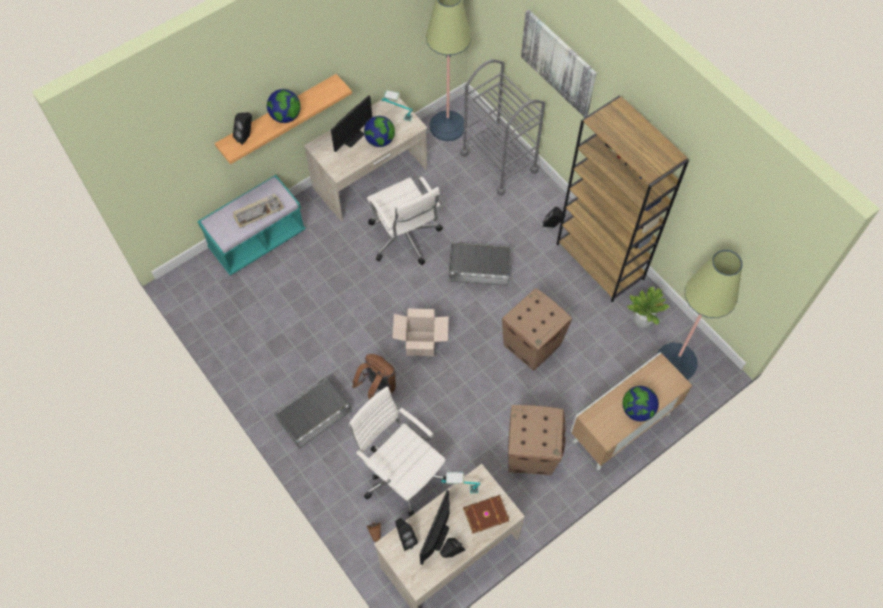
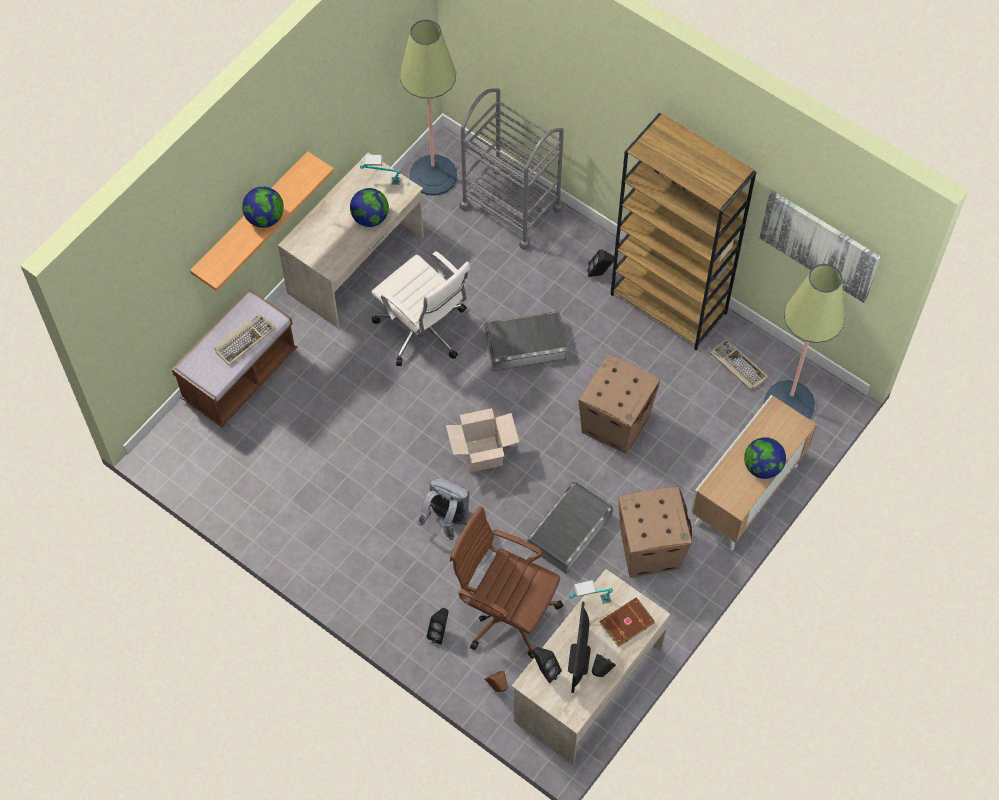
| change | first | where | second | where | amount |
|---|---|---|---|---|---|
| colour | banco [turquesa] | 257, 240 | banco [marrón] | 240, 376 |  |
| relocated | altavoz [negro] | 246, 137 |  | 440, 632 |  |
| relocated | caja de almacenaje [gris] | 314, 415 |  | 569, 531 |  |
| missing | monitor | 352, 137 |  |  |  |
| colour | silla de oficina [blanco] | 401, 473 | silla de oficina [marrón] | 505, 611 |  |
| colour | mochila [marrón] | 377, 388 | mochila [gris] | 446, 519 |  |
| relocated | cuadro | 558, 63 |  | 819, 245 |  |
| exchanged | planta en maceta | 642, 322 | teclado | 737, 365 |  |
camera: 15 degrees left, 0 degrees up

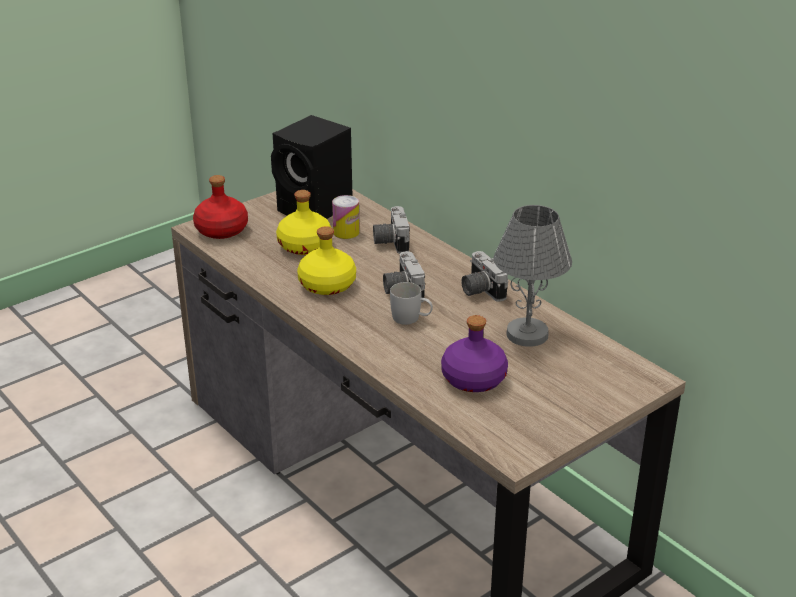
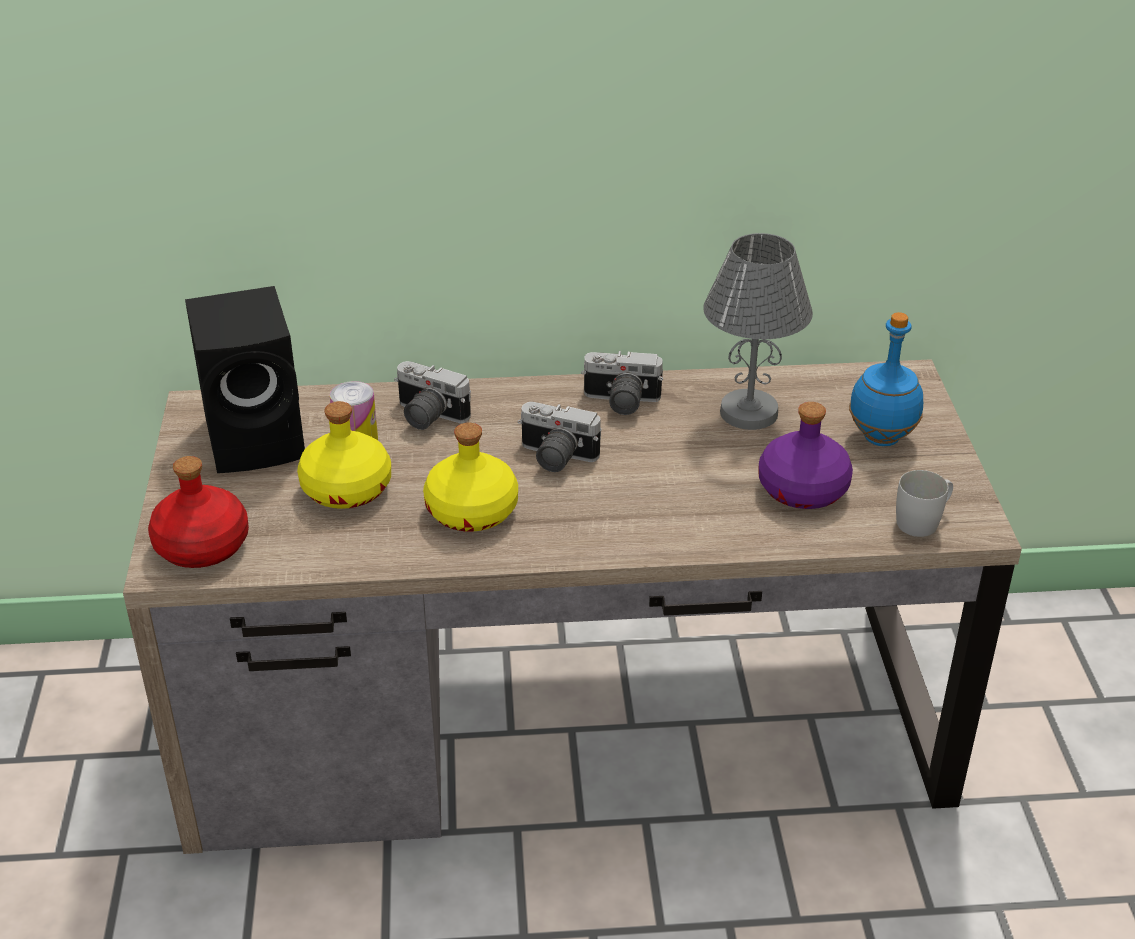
| change | first | where | second | where | amount |
|---|---|---|---|---|---|
| relocated | taza grande [blanco] | 411, 319 |  | 923, 521 |  |
| appeared |  |  | botella [azul] | 880, 437 |  |
camera: 55 degrees left, 5 degrees up

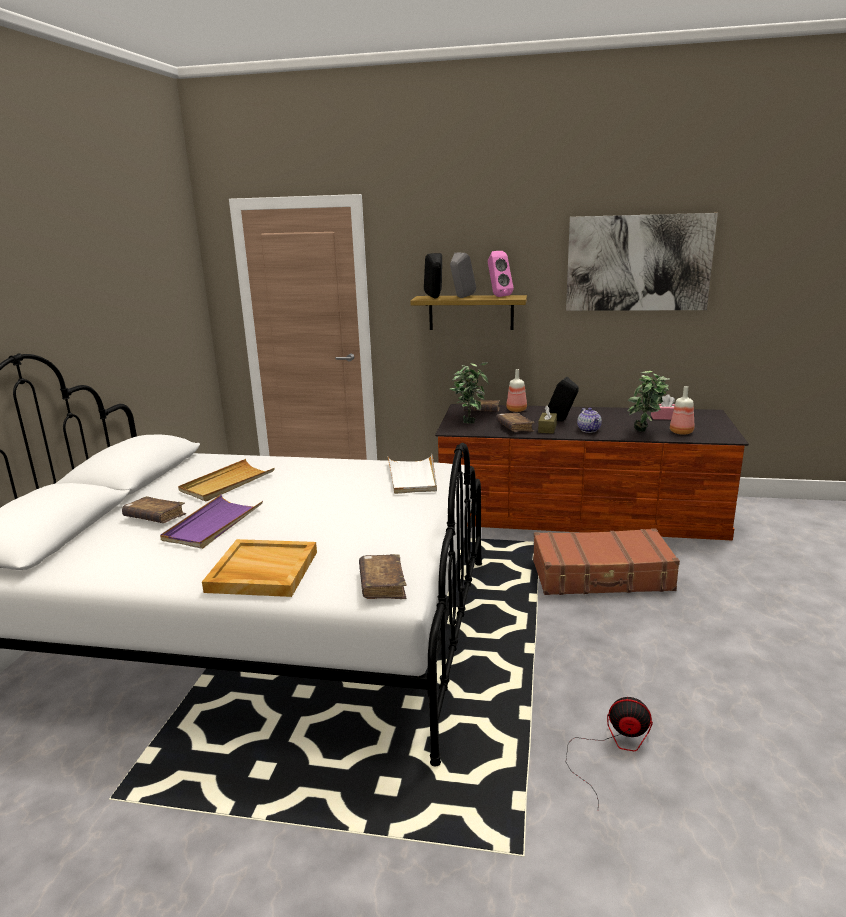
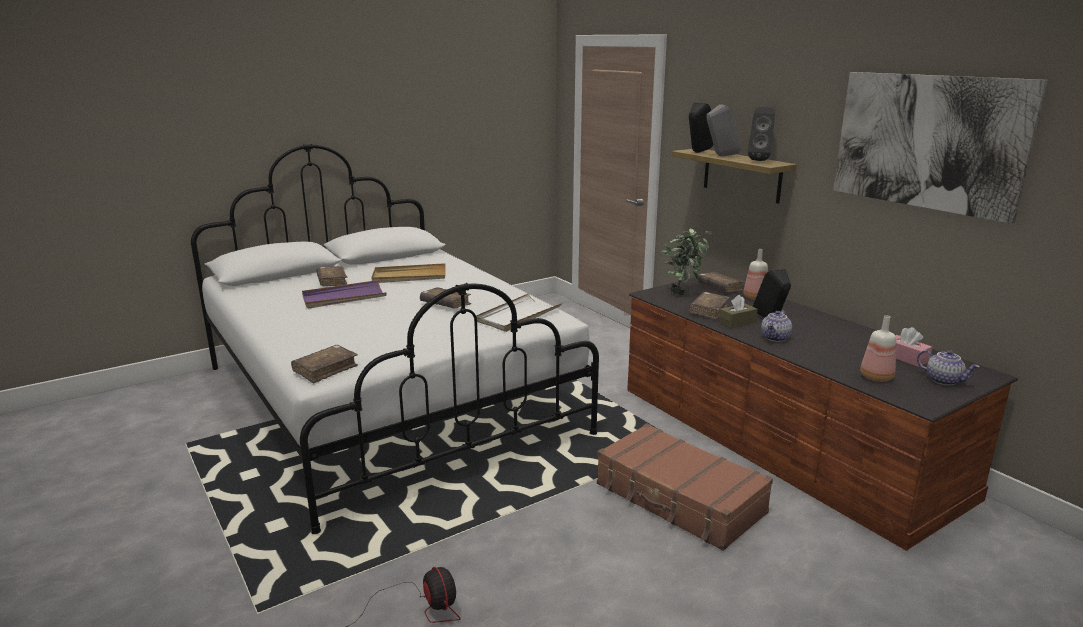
| change | first | where | second | where | amount |
|---|---|---|---|---|---|
| missing | bandeja [beis] | 261, 572 |  |  |  |
| colour | altavoz [rosa] | 498, 296 | altavoz [negro] | 759, 160 |  |
| missing | planta en maceta | 645, 432 |  |  |  |
| appeared |  |  | libro [marrón] | 445, 304 |  |
| appeared |  |  | tetera | 944, 380 |  |
camera: 45 degrees right, 0 degrees up

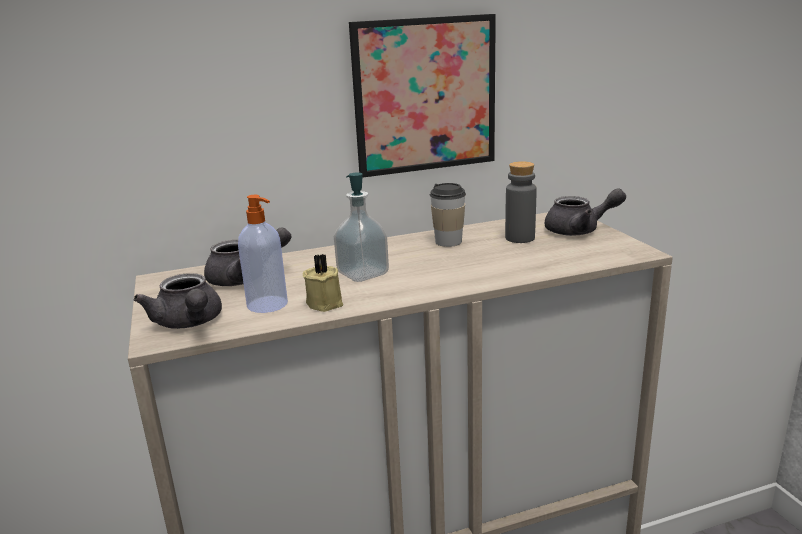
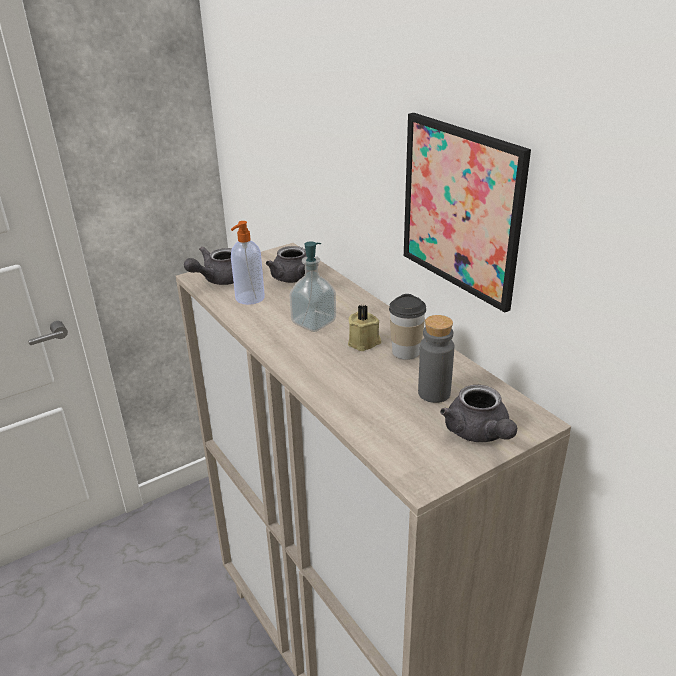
| change | first | where | second | where | amount |
|---|---|---|---|---|---|
| relocated | vela [beis] | 325, 302 |  | 364, 342 |  |
camera: 75 degrees right, 10 degrees up

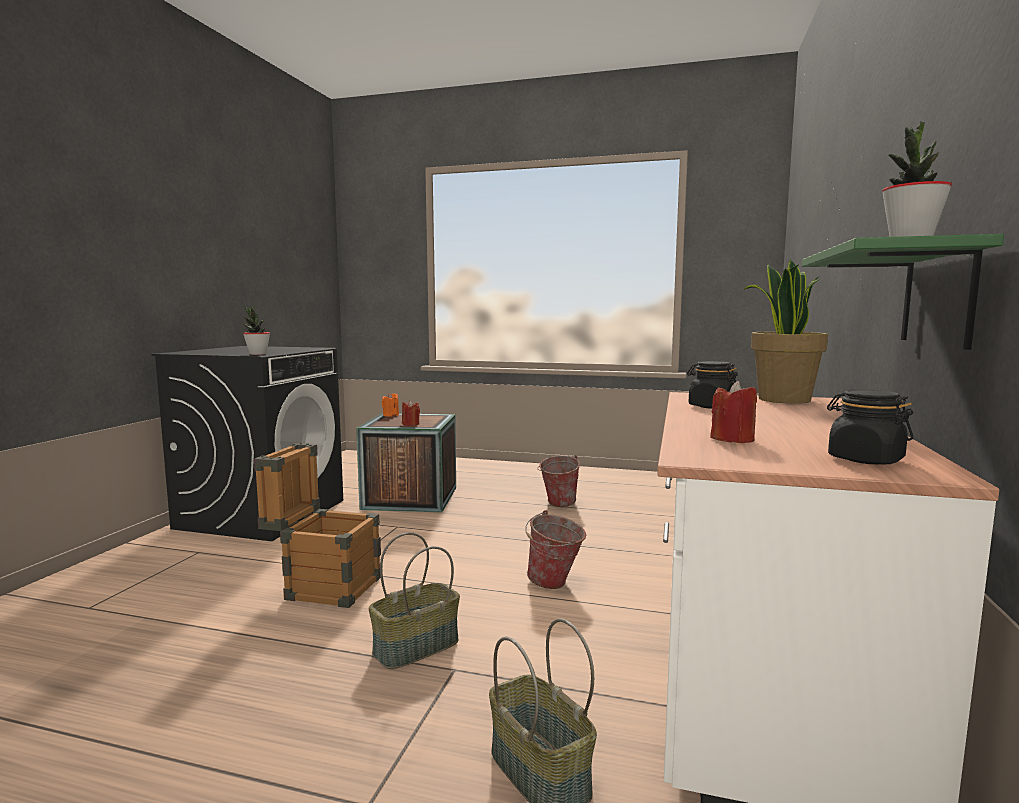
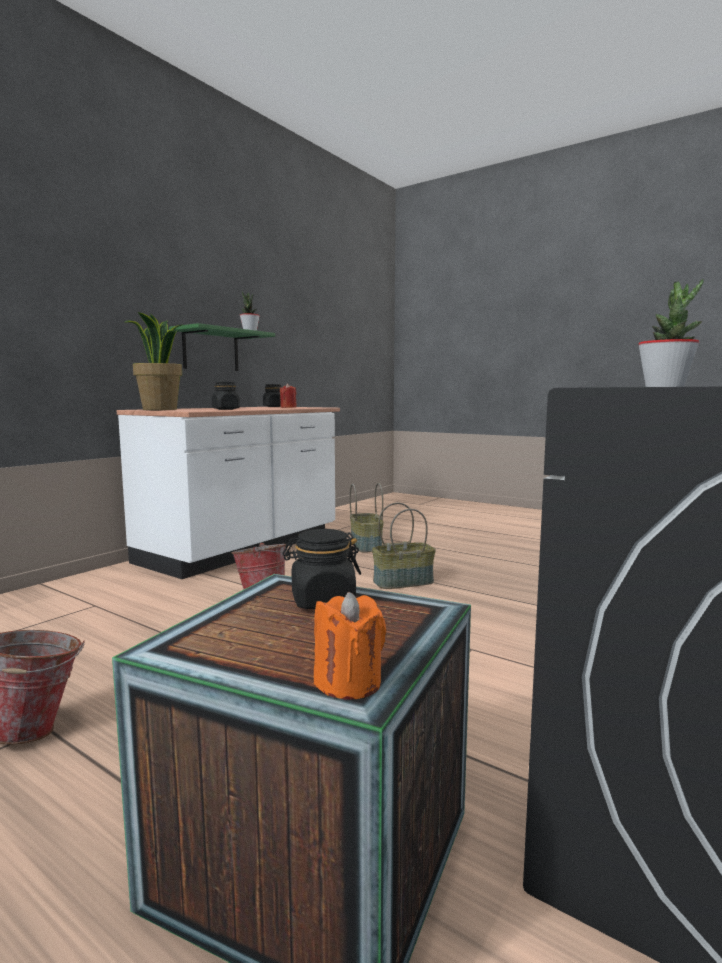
| change | first | where | second | where | amount |
|---|---|---|---|---|---|
| missing | caja de embalaje | 324, 586 |  |  |  |
| exchanged | vela [rojo] | 411, 424 | tarro [negro] | 322, 601 |  |
camera: 160 degrees left, 0 degrees up

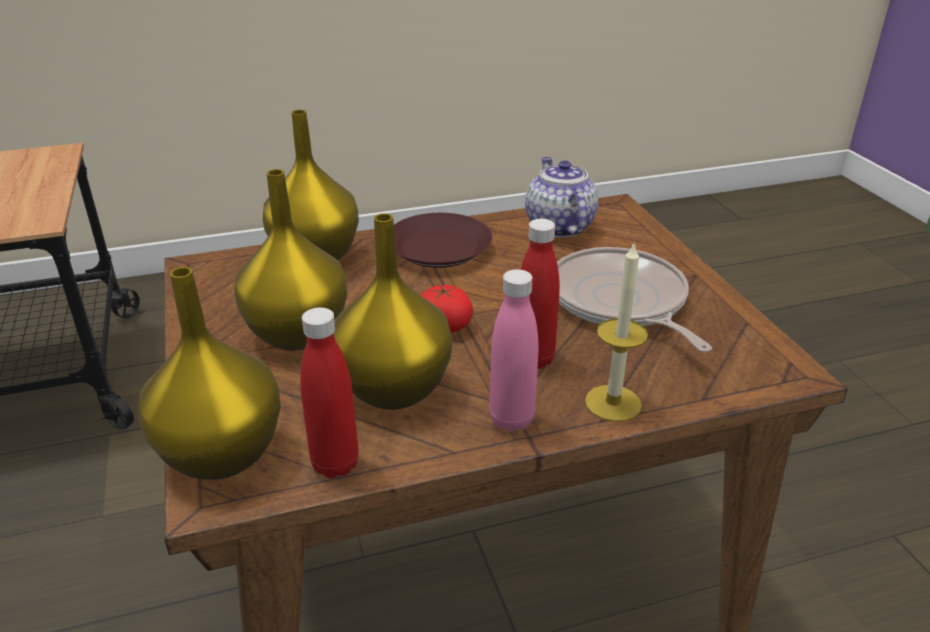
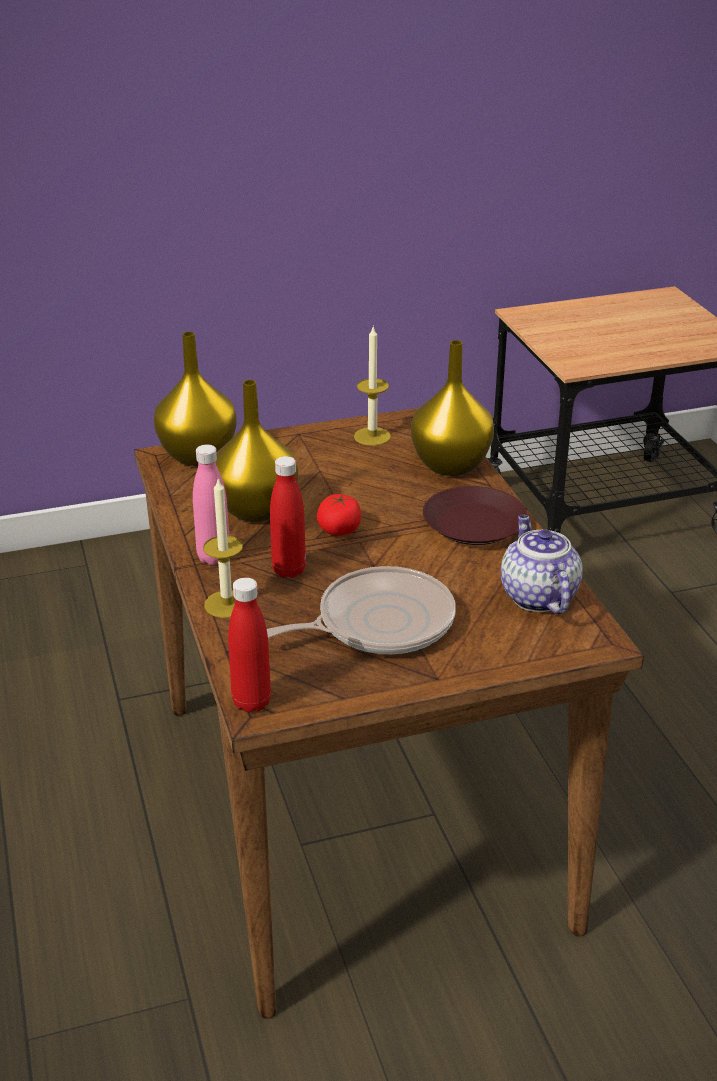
| change | first | where | second | where | amount |
|---|---|---|---|---|---|
| missing | florero [amarillo] | 295, 335 |  |  |  |
| relocated | botella [rojo] | 335, 464 |  | 251, 702 |  |
| spun | tetera | 558, 226 |  | 537, 596 | 90 degrees counterclockwise |
| appeared |  |  | vela | 372, 436 |  |
camera: 90 degrees right, 0 degrees up

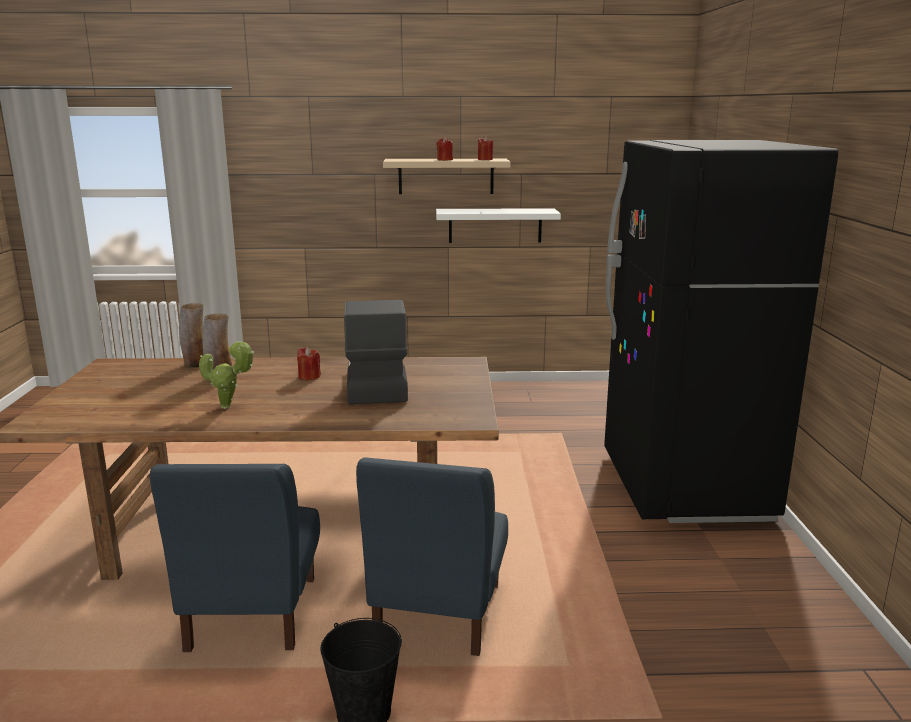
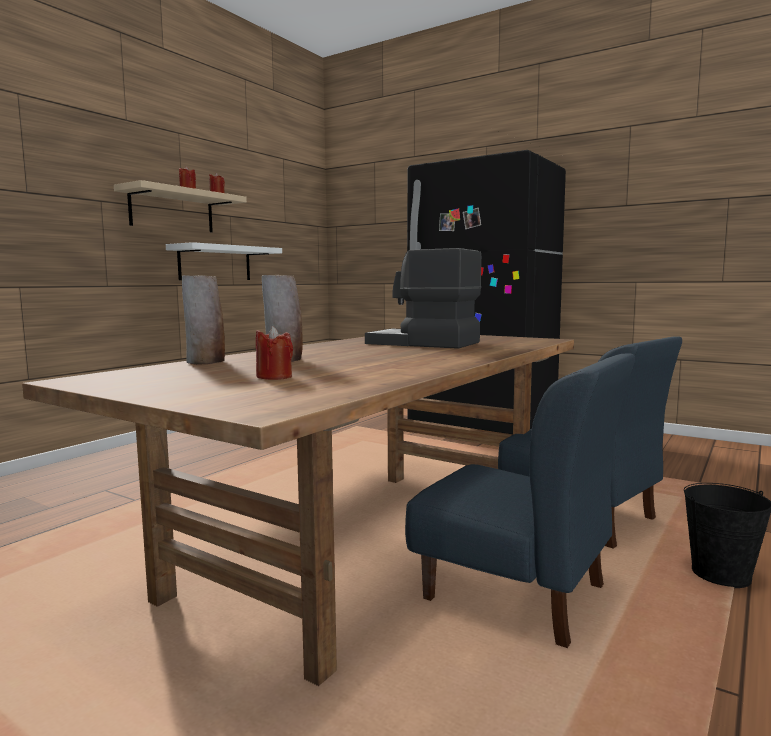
| change | first | where | second | where | amount |
|---|---|---|---|---|---|
| missing | planta en maceta | 229, 406 |  |  |  |
| relocated | vela [rojo] | 309, 377 |  | 274, 377 |  |
camera: 55 degrees left, 10 degrees down

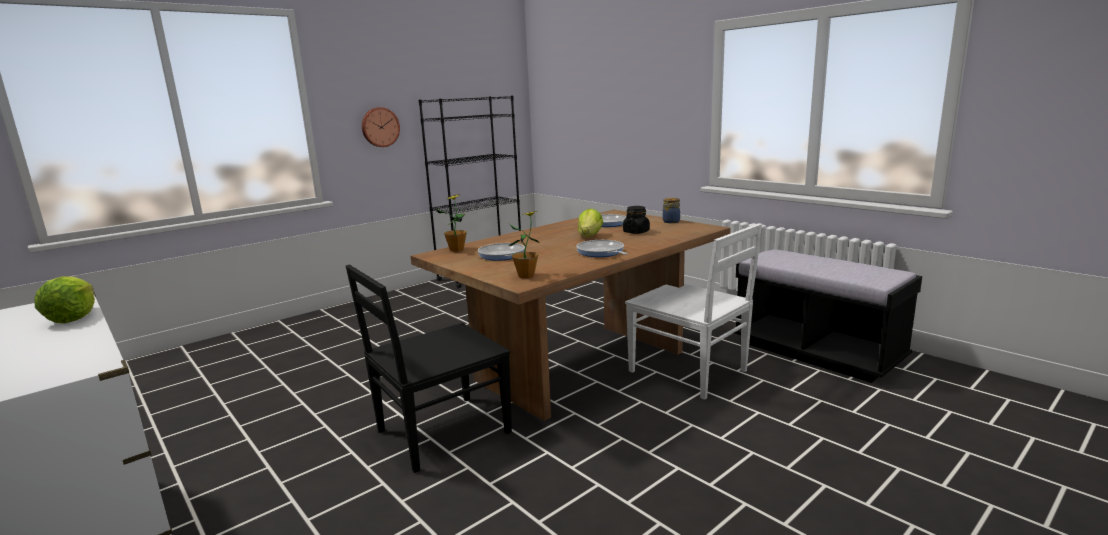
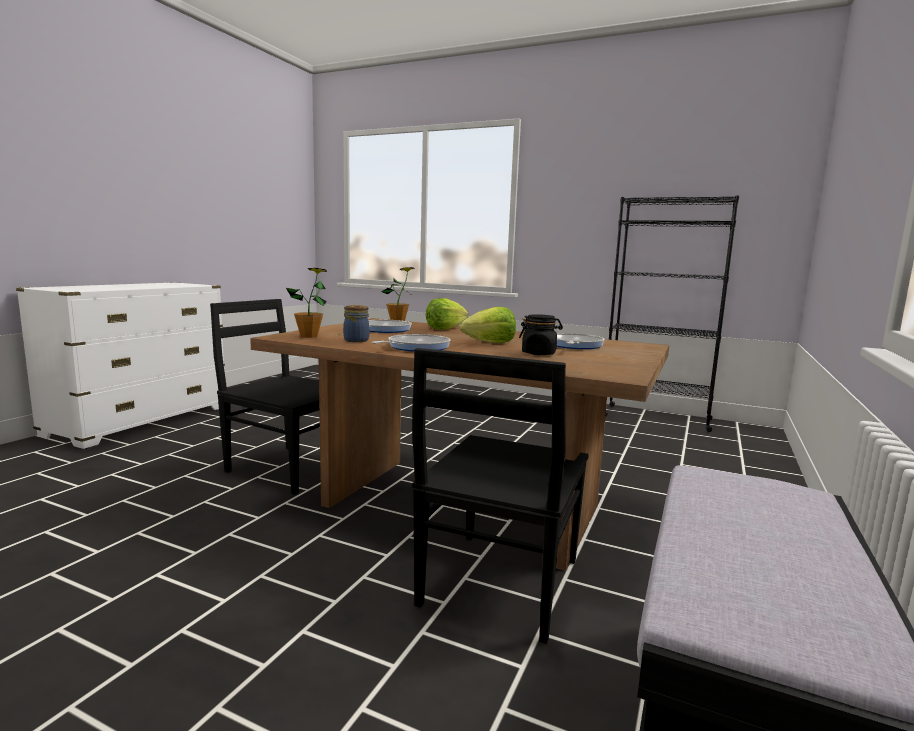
| change | first | where | second | where | amount |
|---|---|---|---|---|---|
| relocated | lechuga | 74, 317 |  | 445, 328 |  |
| missing | reloj de pared | 380, 127 |  |  |  |
| colour | silla [blanco] | 689, 372 | silla [negro] | 498, 584 |  |
| relocated | tarro | 670, 221 |  | 357, 340 |  |
camera: 65 degrees right, 5 degrees down

